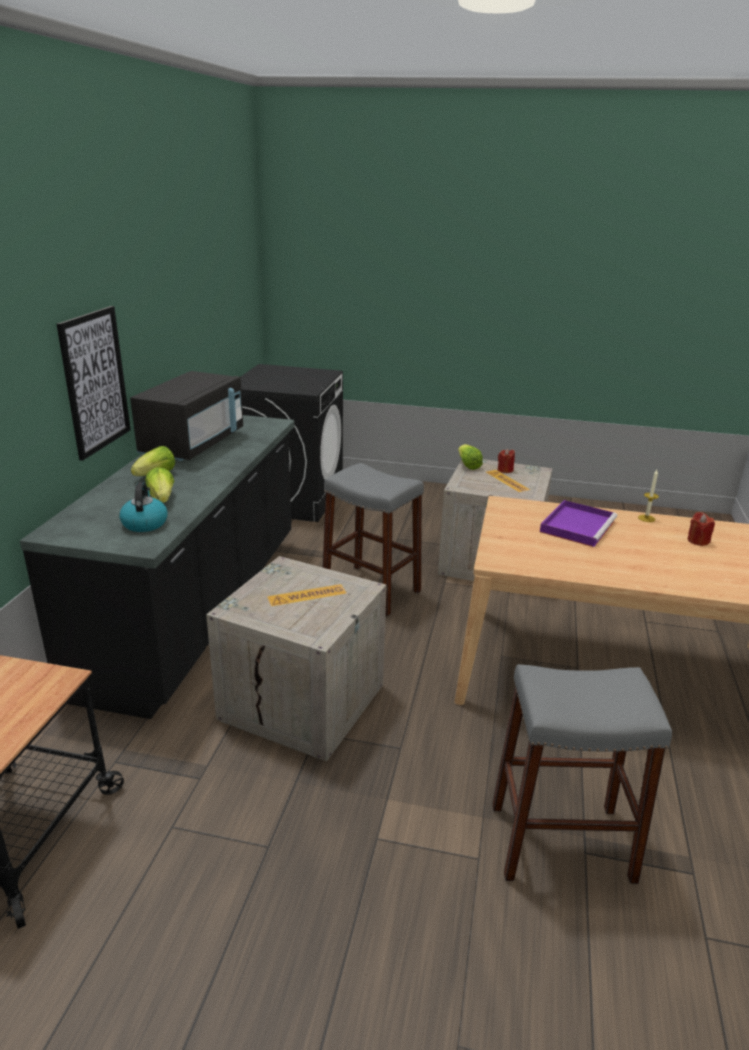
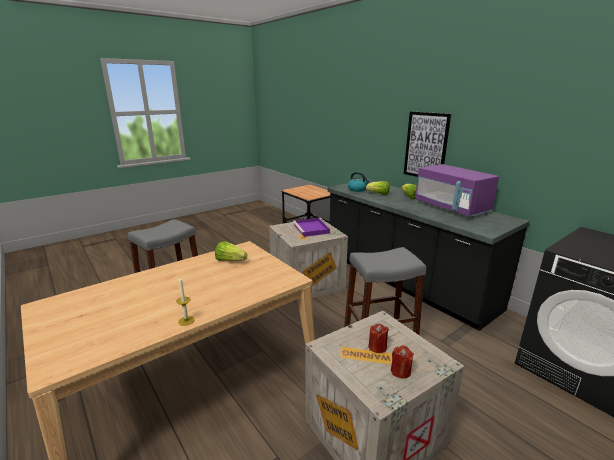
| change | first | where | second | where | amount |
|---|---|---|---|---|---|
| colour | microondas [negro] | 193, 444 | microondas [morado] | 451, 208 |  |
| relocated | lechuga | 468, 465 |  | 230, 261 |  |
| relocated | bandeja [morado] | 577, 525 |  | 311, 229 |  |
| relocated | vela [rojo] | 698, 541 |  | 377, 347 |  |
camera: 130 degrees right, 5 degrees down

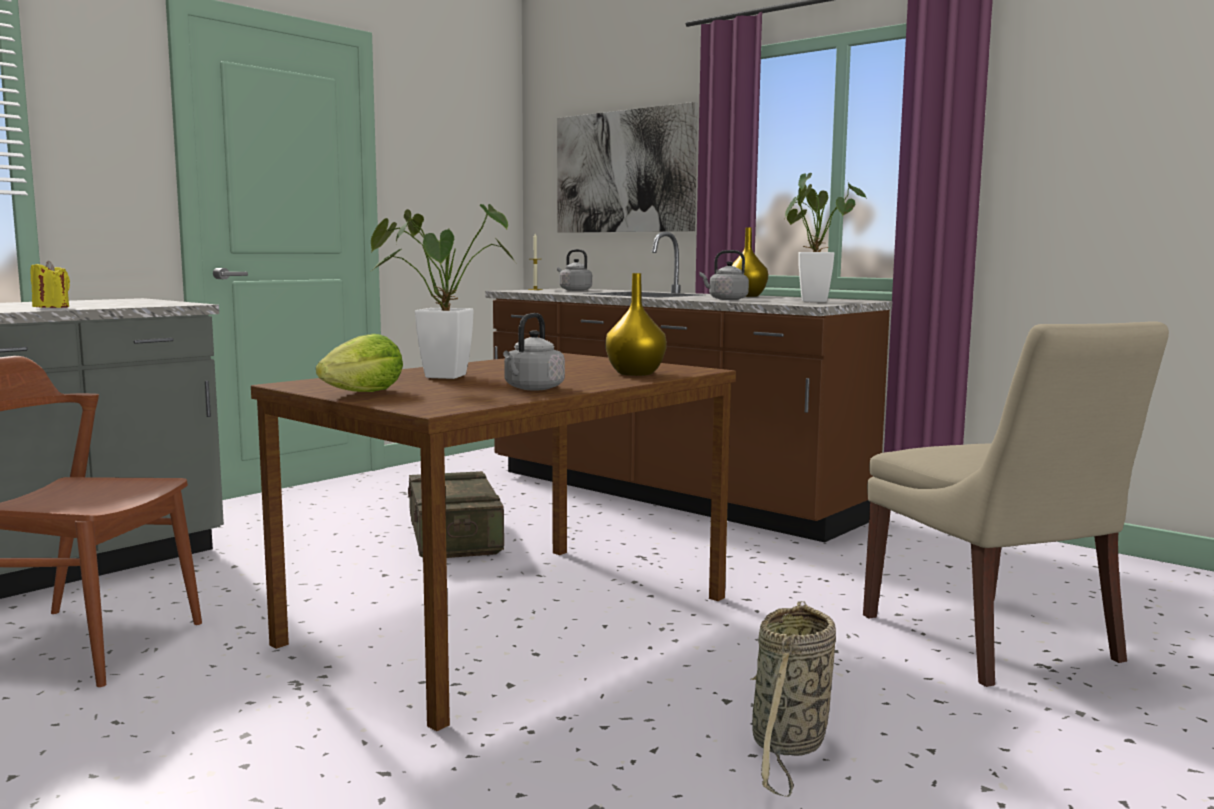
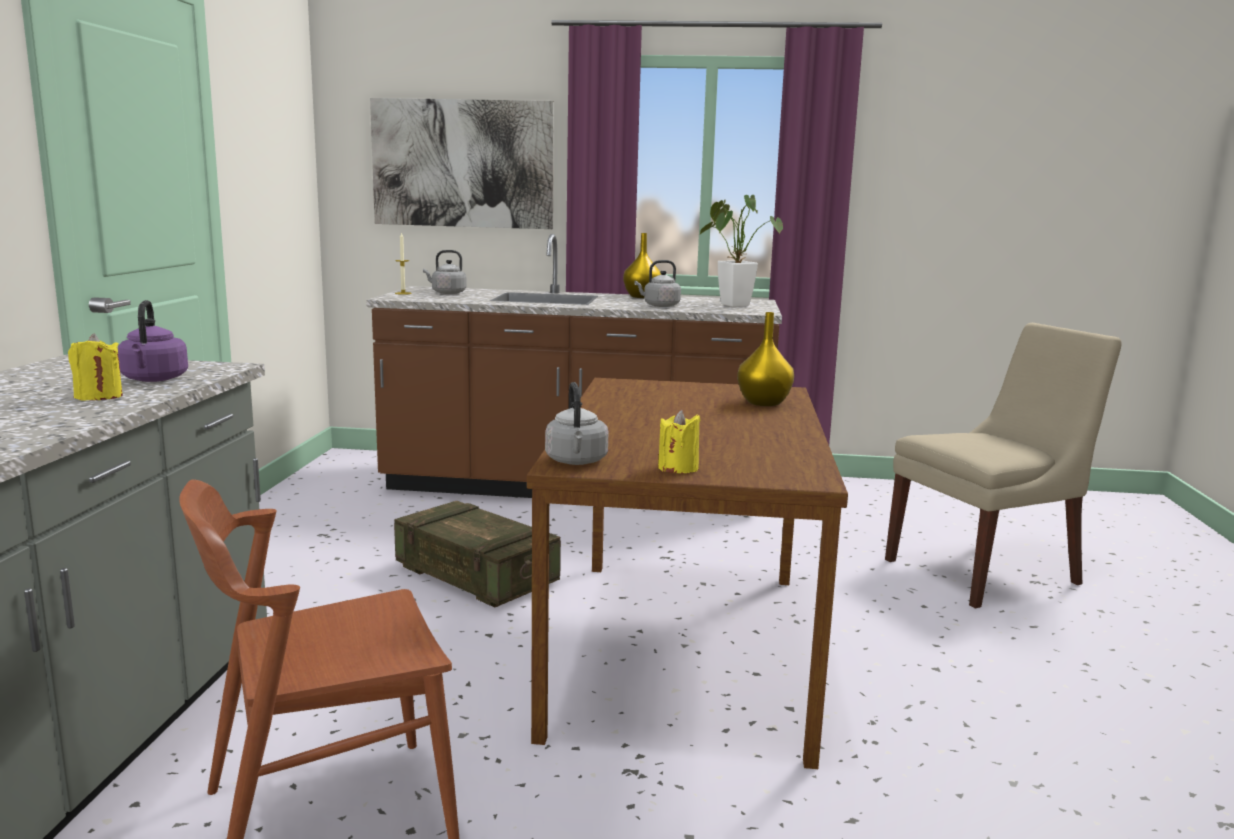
| change | first | where | second | where | amount |
|---|---|---|---|---|---|
| exchanged | lechuga | 364, 393 | vela [amarillo] | 678, 468 |  |
| missing | planta en maceta | 436, 376 |  |  |  |
| relocated | hervidor [gris] | 532, 389 |  | 576, 462 |  |
| missing | cesta | 788, 746 |  |  |  |
| spun | silla [beis] | 993, 641 |  | 986, 571 | 60 degrees counterclockwise |
| appeared |  |  | hervidor [morado] | 154, 379 |  |
camera: 35 degrees left, 5 degrees up

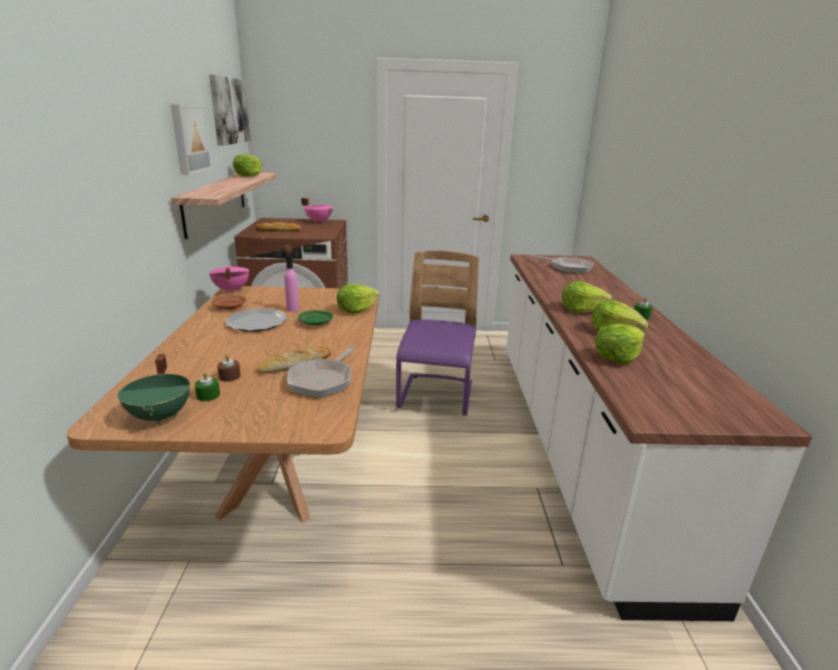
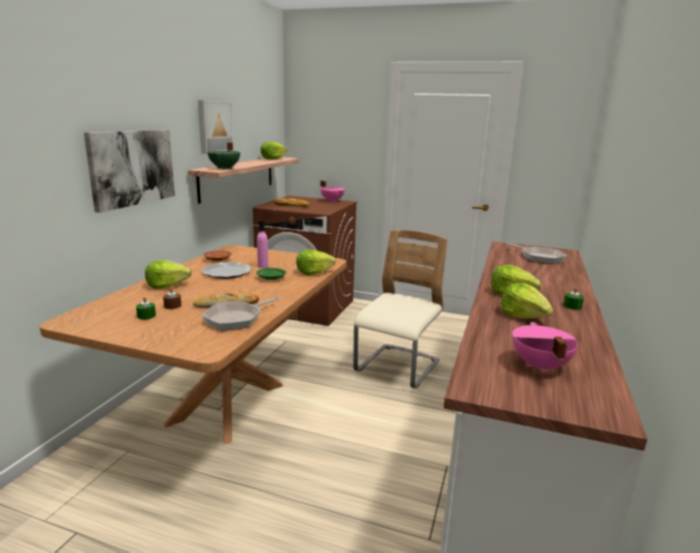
| change | first | where | second | where | amount |
|---|---|---|---|---|---|
| relocated | olla [verde] | 162, 416 |  | 225, 168 |  |
| relocated | cuadro | 229, 111 |  | 132, 167 |  |
| relocated | olla [rosa] | 230, 290 |  | 539, 366 |  |
| colour | silla [morado] | 436, 397 | silla [beis] | 397, 368 |  |
| relocated | lechuga | 617, 357 |  | 167, 285 |  |
camera: 20 degrees right, 5 degrees down

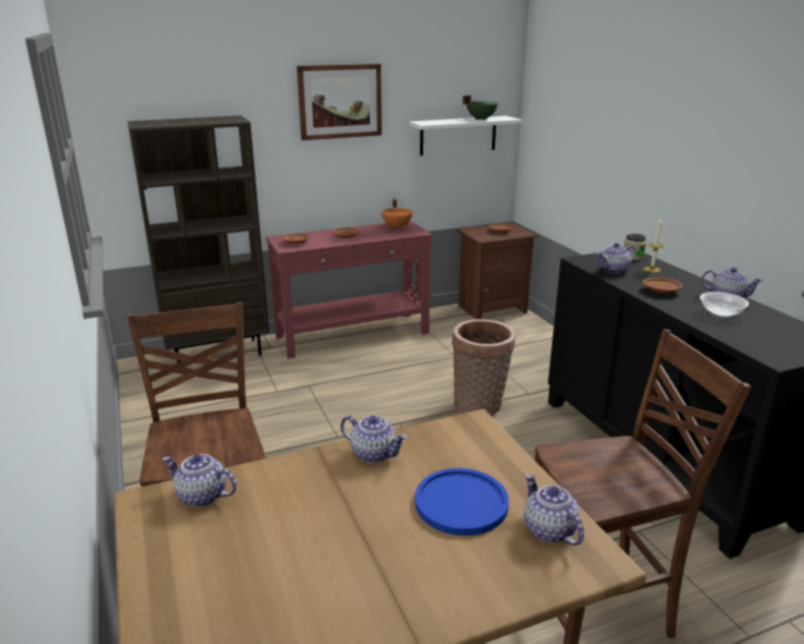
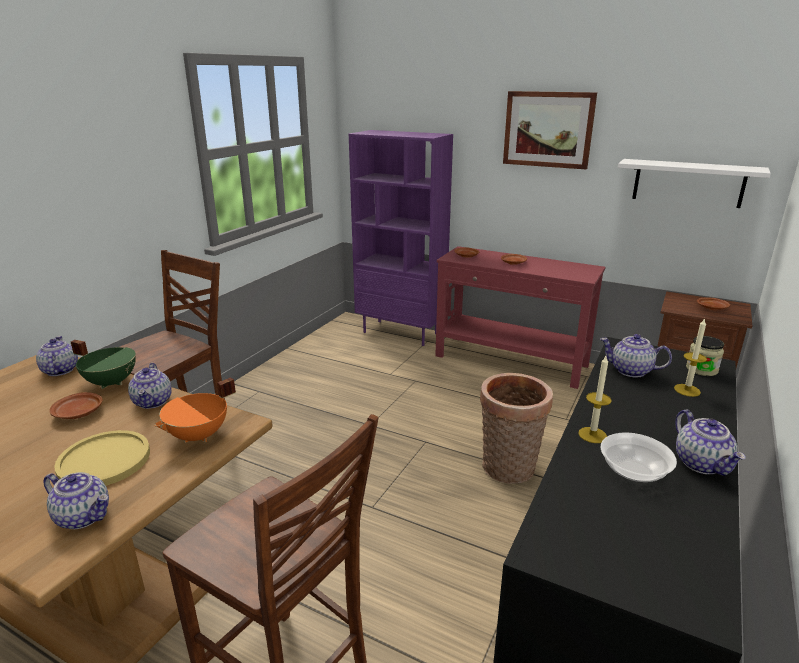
| change | first | where | second | where | amount |
|---|---|---|---|---|---|
| colour | estantería [marrón] | 218, 353 | estantería [morado] | 401, 332 |  |
| relocated | olla [naranja] | 397, 227 |  | 199, 436 |  |
| colour | plato [azul] | 461, 503 | plato [amarillo] | 104, 460 |  |
| relocated | olla [verde] | 480, 119 |  | 112, 382 |  |
| spun | tetera | 548, 530 |  | 84, 516 | 90 degrees clockwise |
| relocated | plato [marrón] | 661, 291 |  | 78, 413 |  |
| appeared |  |  | vela | 592, 435 |  |
camera: 50 degrees right, 0 degrees up

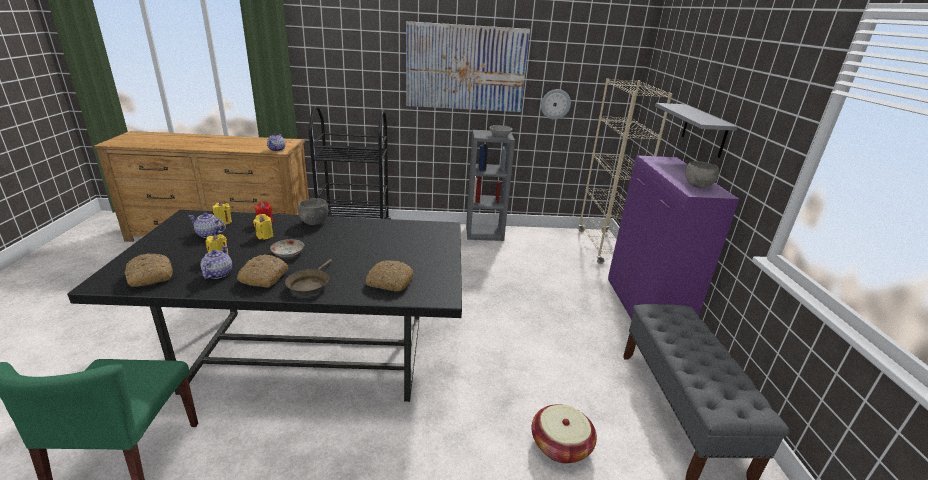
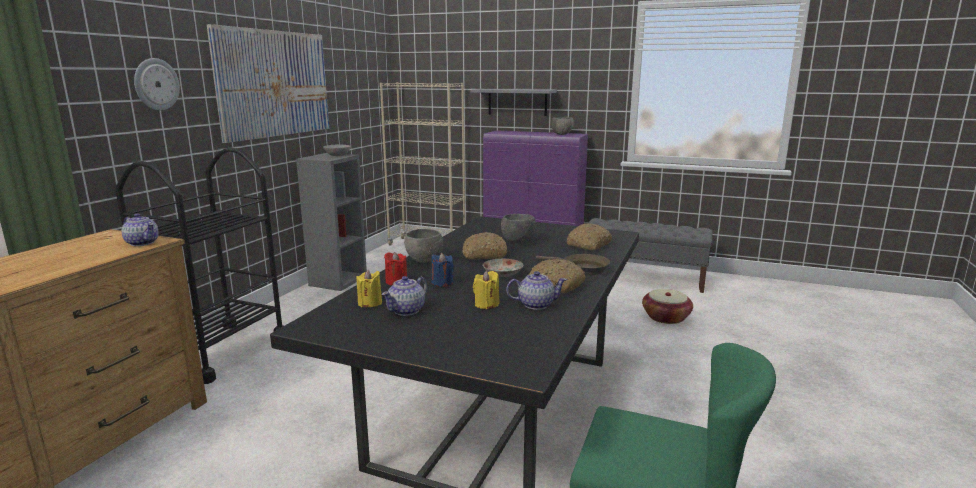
| change | first | where | second | where | amount |
|---|---|---|---|---|---|
| relocated | pan | 150, 276 |  | 484, 255 |  |
| spun | tetera | 218, 274 |  | 535, 304 | 150 degrees clockwise |
| colour | vela [amarillo] | 264, 236 | vela [azul] | 442, 283 |  |
| relocated | reloj de pared | 555, 104 |  | 156, 84 |  |
| appeared |  |  | cuenco [gris] | 517, 241 |  |
camera: 65 degrees left, 10 degrees down

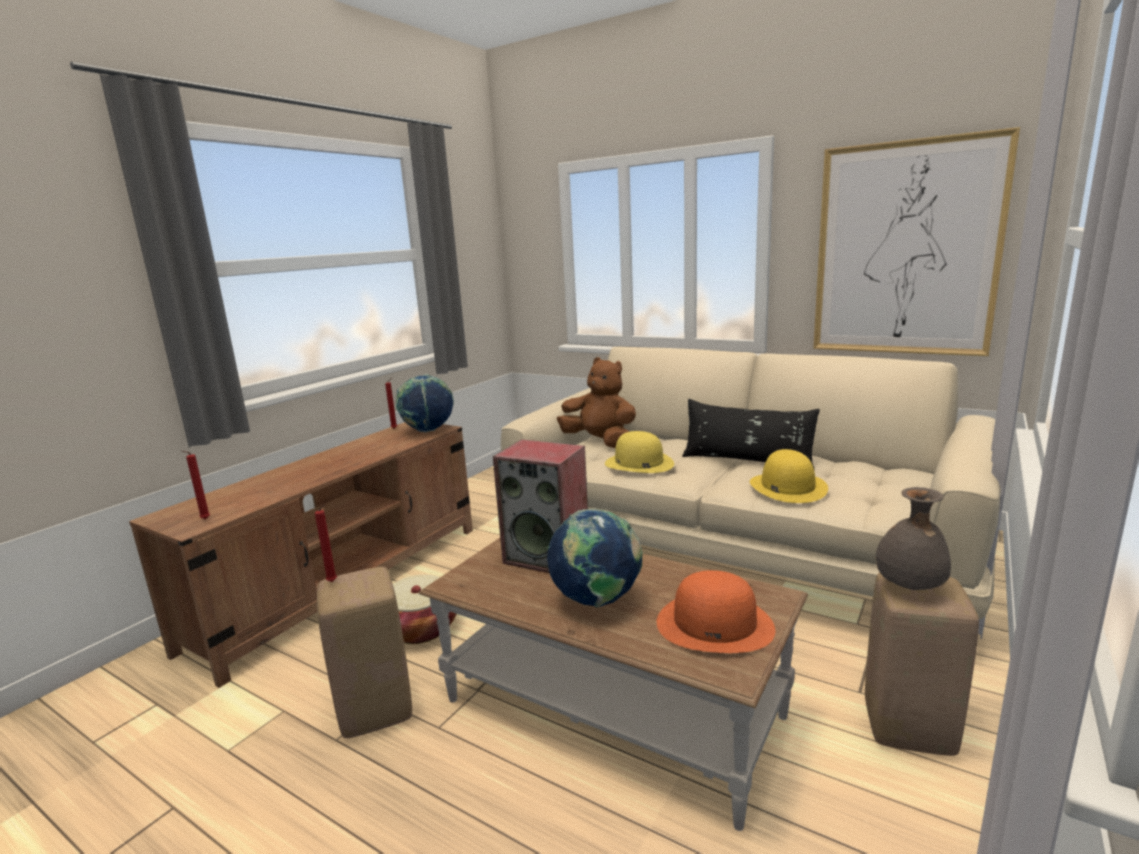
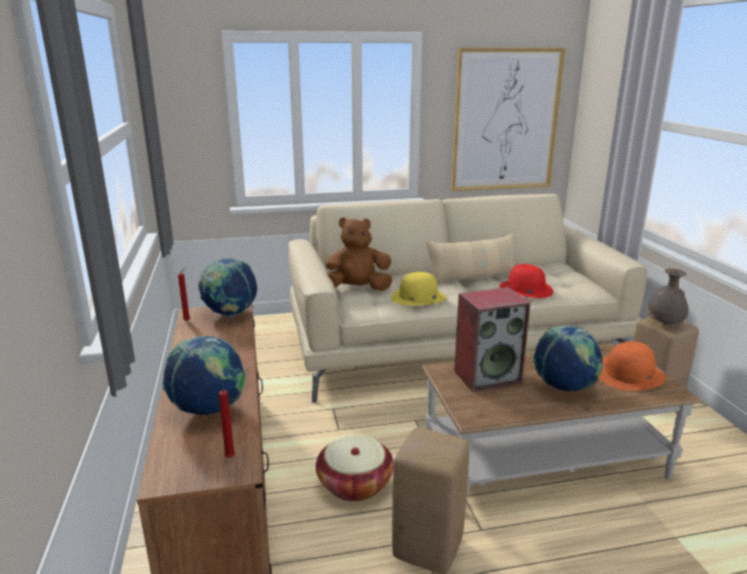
| change | first | where | second | where | amount |
|---|---|---|---|---|---|
| missing | vela [rojo] | 333, 582 |  |  |  |
| colour | cojín [negro] | 747, 461 | cojín [beis] | 472, 278 |  |
| colour | sombrero [amarillo] | 787, 487 | sombrero [rojo] | 525, 289 |  |
| appeared |  |  | globo terráqueo | 209, 410 |  |
camera: 45 degrees left, 5 degrees up

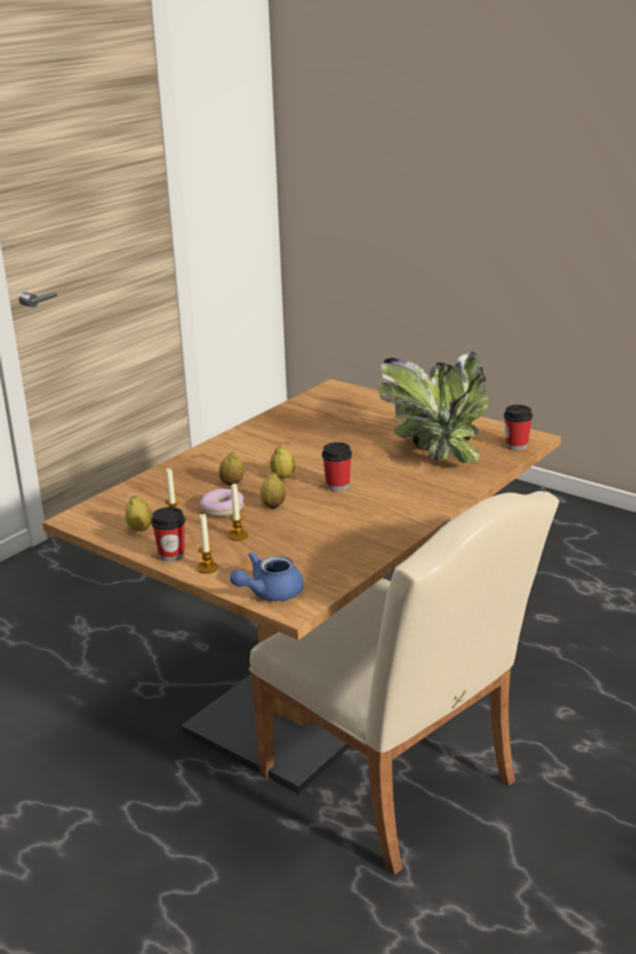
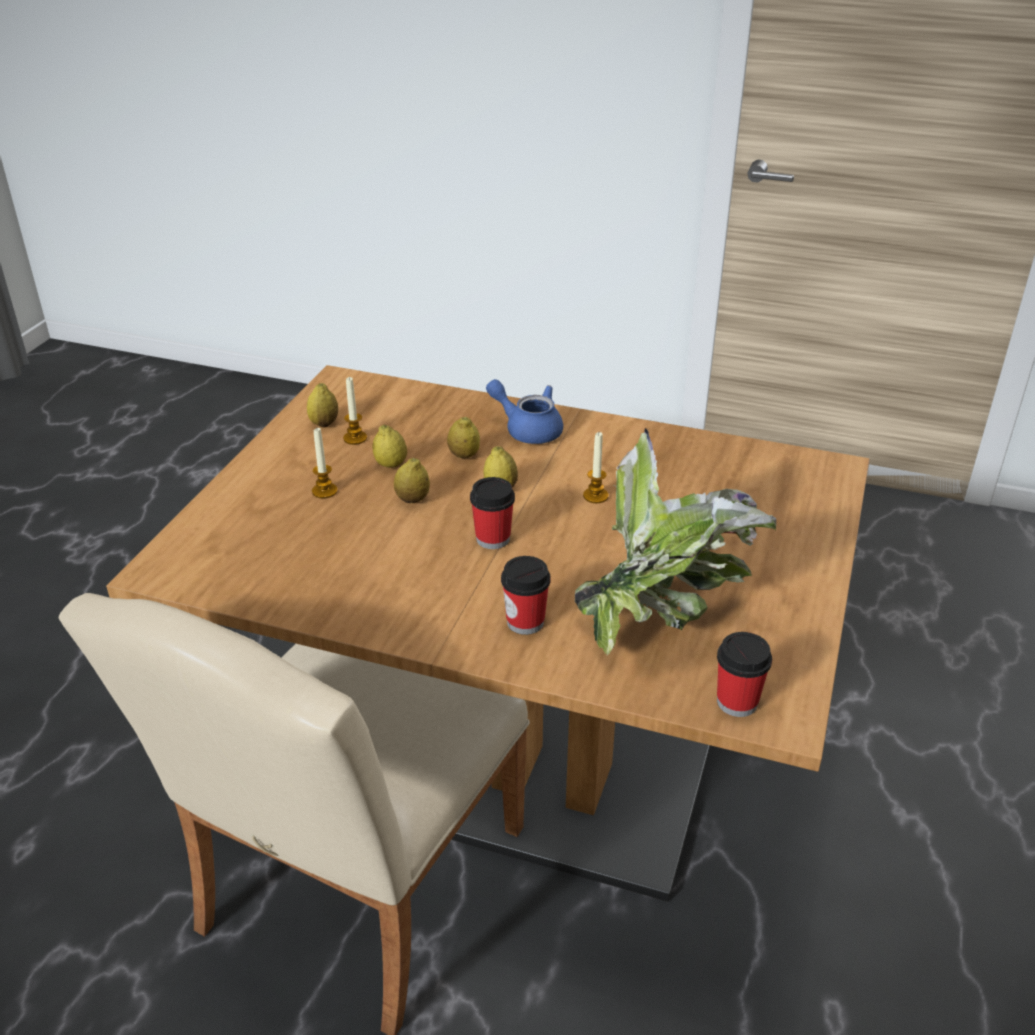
| change | first | where | second | where | amount |
|---|---|---|---|---|---|
| relocated | taza | 171, 555 |  | 525, 622 |  |
| relocated | vela | 207, 568 |  | 595, 496 |  |
| exchanged | rosquilla | 222, 509 | limón | 391, 465 |  |
| relocated | tetera [azul] | 269, 593 |  | 528, 429 |  |
camera: 70 degrees right, 10 degrees up

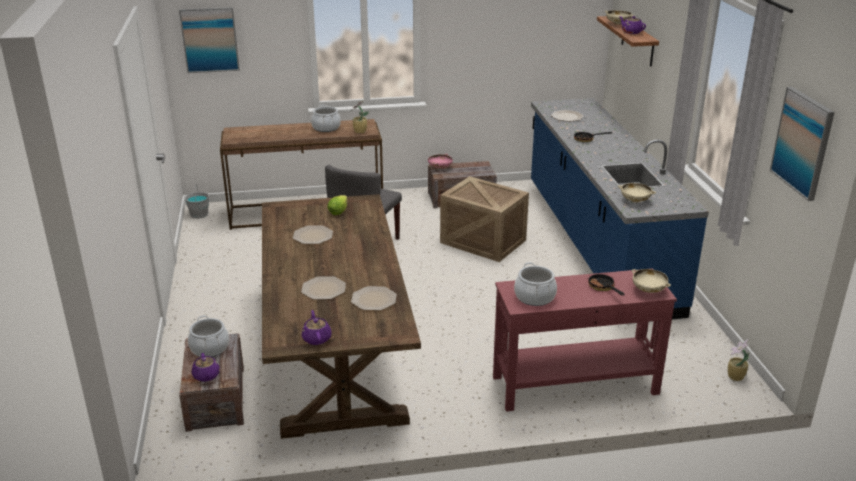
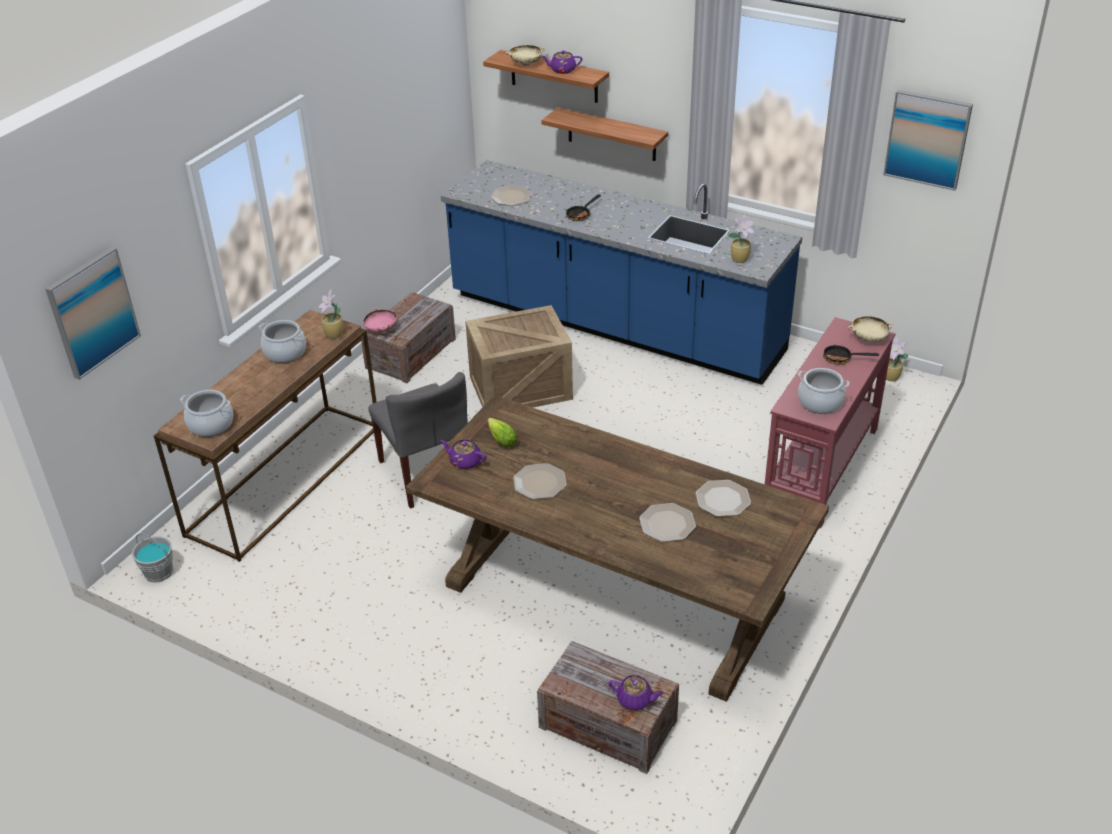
| change | first | where | second | where | amount |
|---|---|---|---|---|---|
| relocated | olla | 209, 348 |  | 211, 425 |  |
| relocated | tetera [morado] | 316, 338 |  | 465, 461 |  |
| exchanged | cuenco [beis] | 635, 200 | planta en maceta | 740, 259 |  |
| appeared |  |  | estante | 611, 135 |  |
camera: 50 degrees left, 10 degrees up

